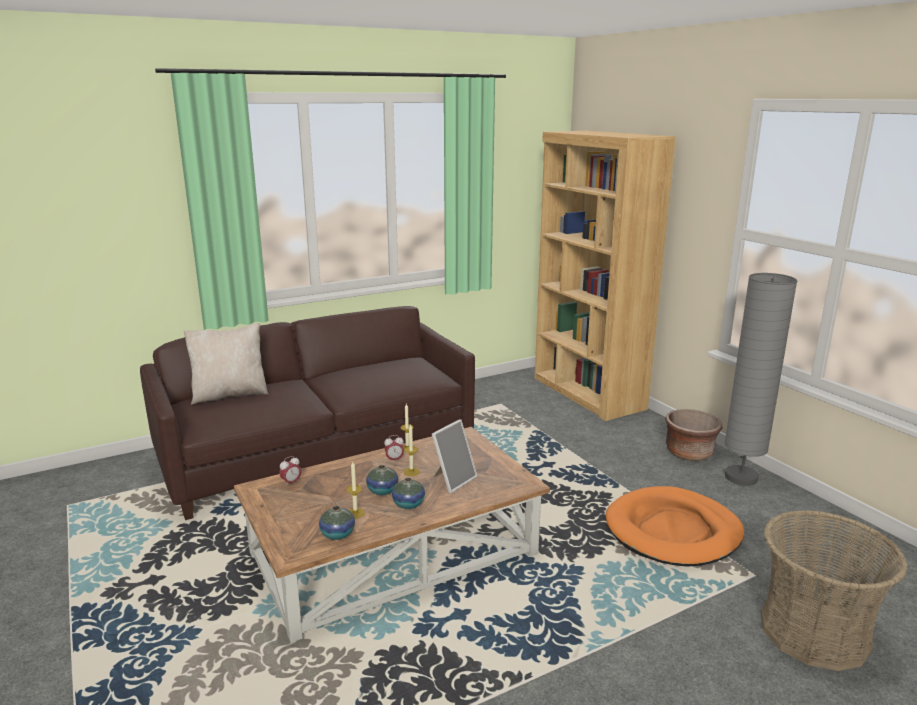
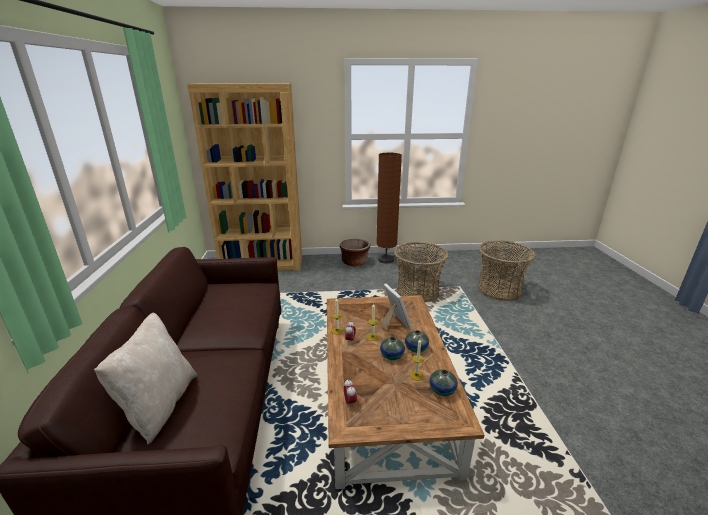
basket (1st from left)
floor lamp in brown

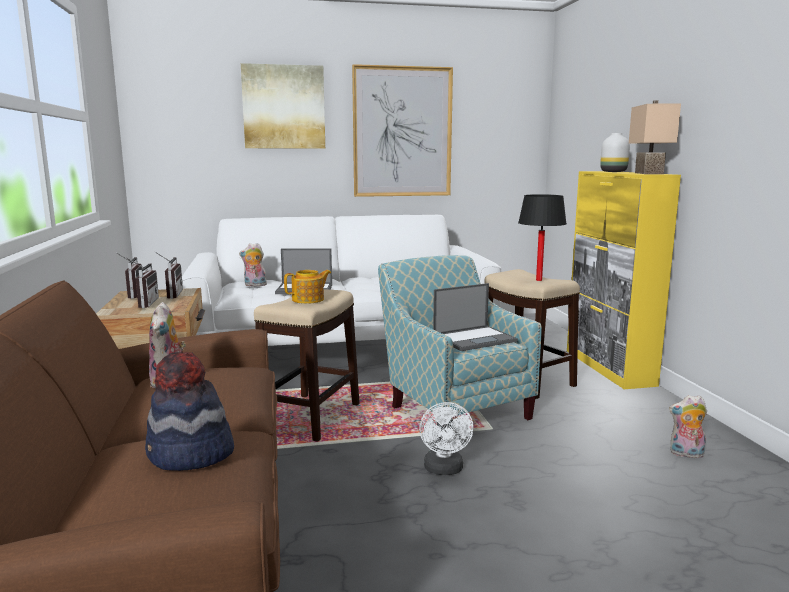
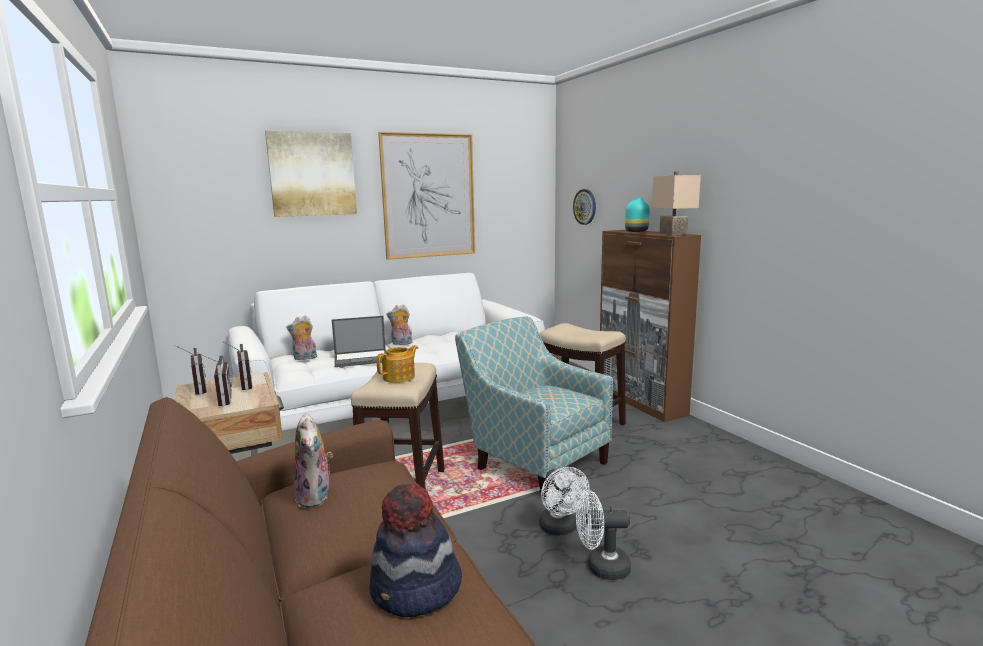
laptop (2nd from left in the first image)
table lamp in black
wall clock
fan in white (2nd from left)
plush toy (3rd from left)
cabinet in brown
vase in turquoise

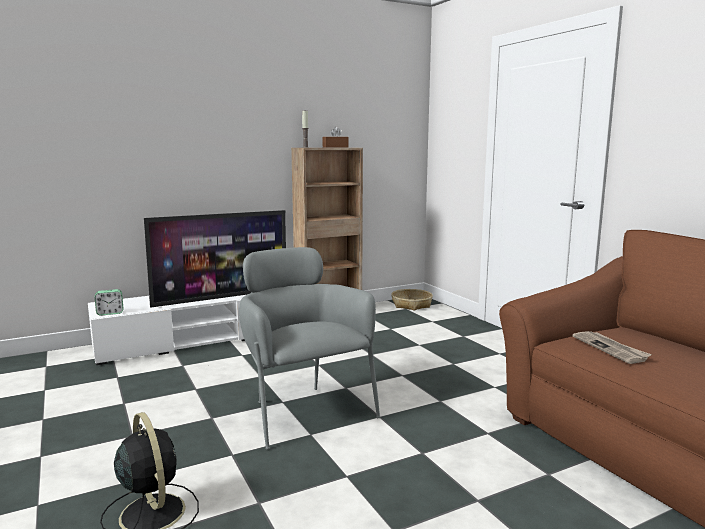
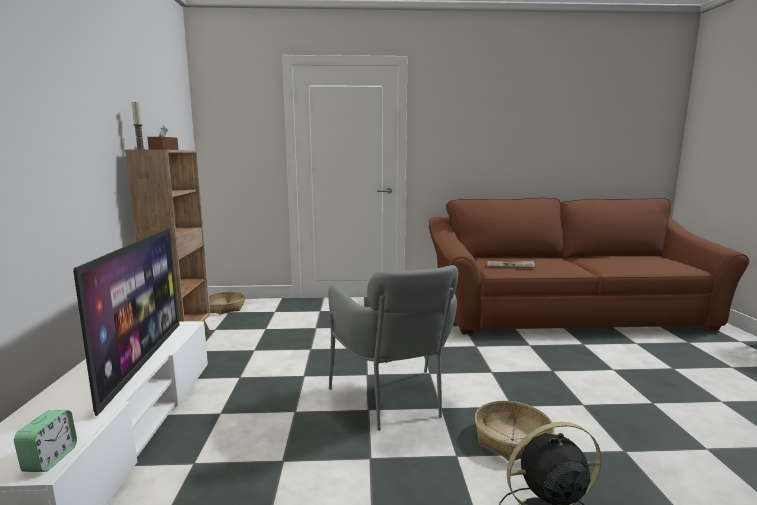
basket (2nd from left)
armchair in grey

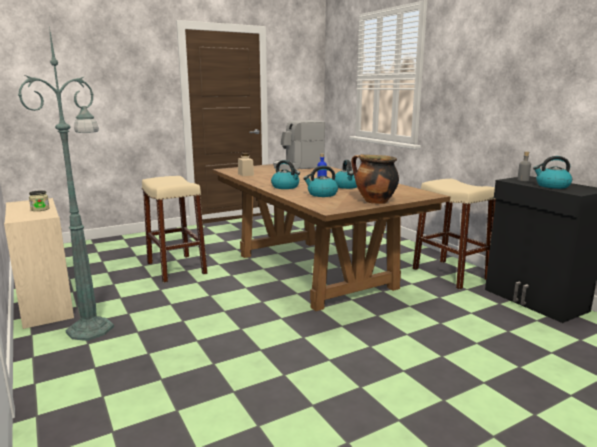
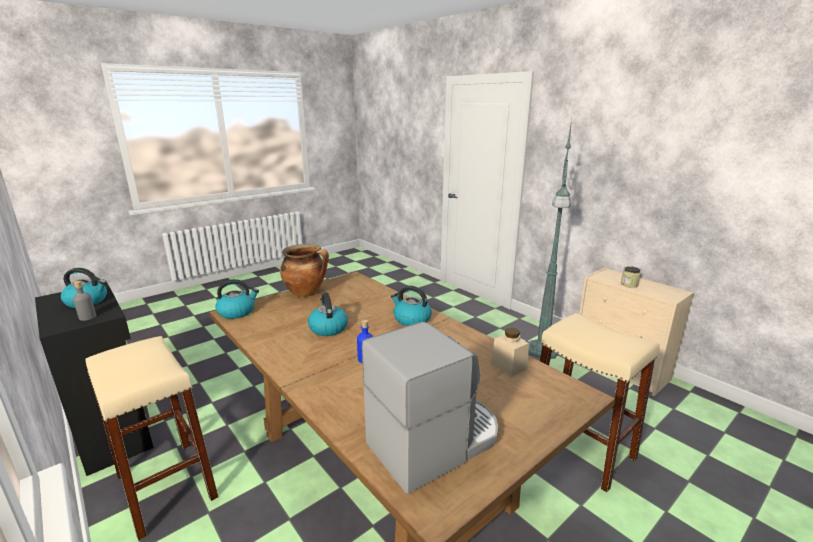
kettle (2nd from left)

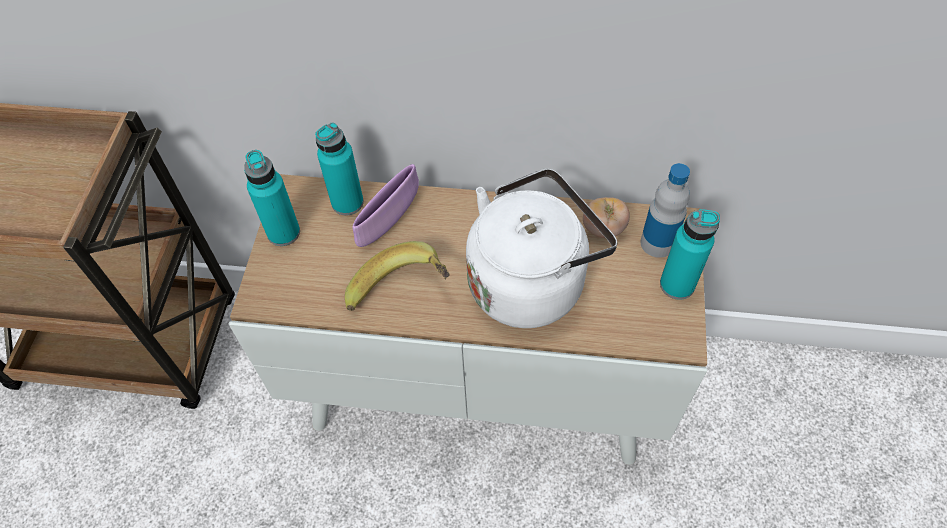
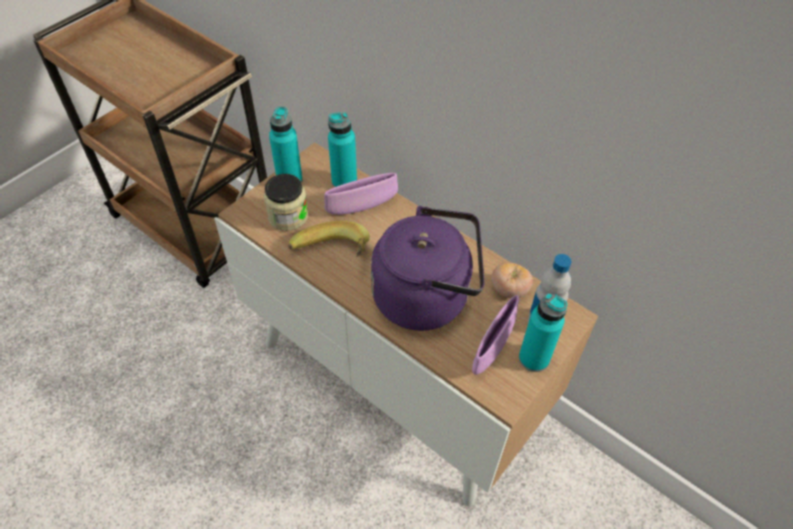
jar
bowl in purple (2nd from left)
kettle in purple

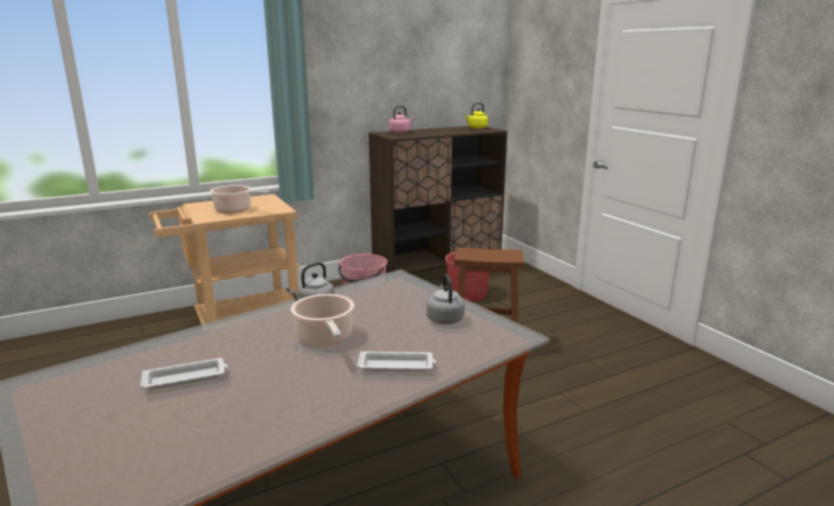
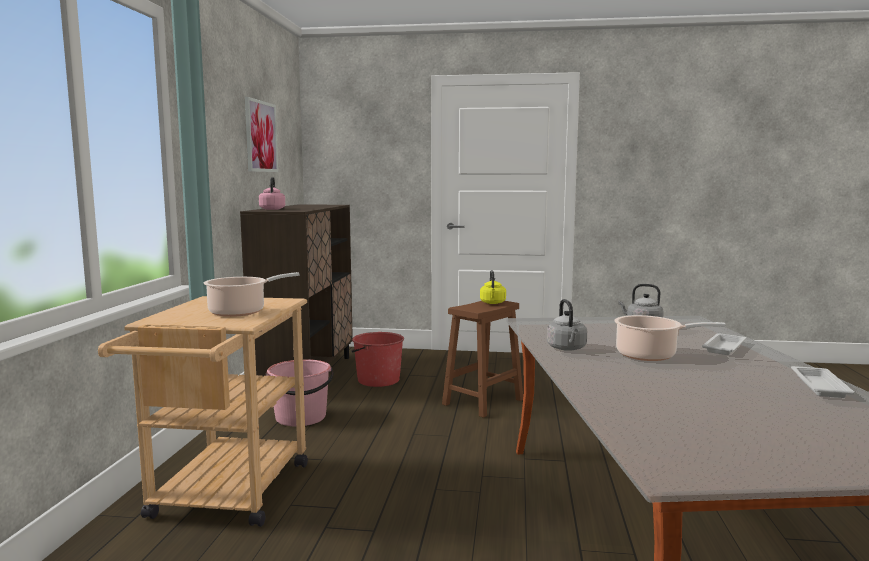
picture
tray in white (2nd from left)
kettle in yellow

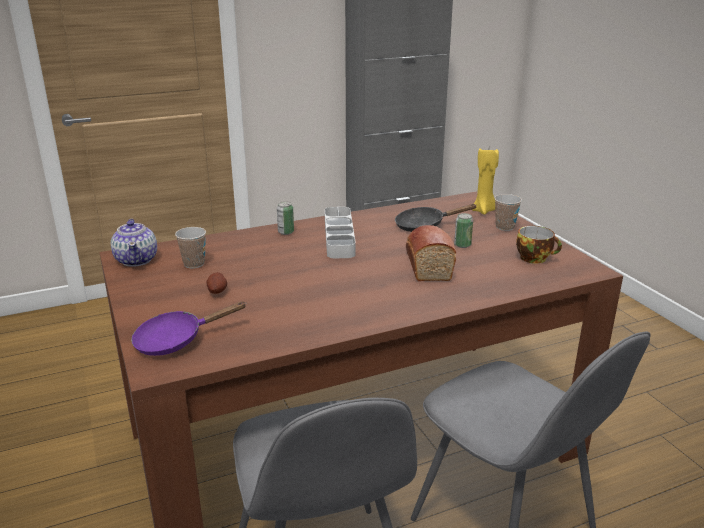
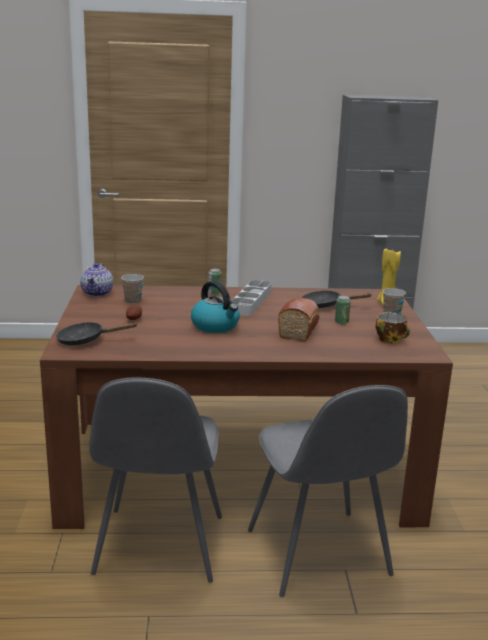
kettle
frying pan in black (1st from left)

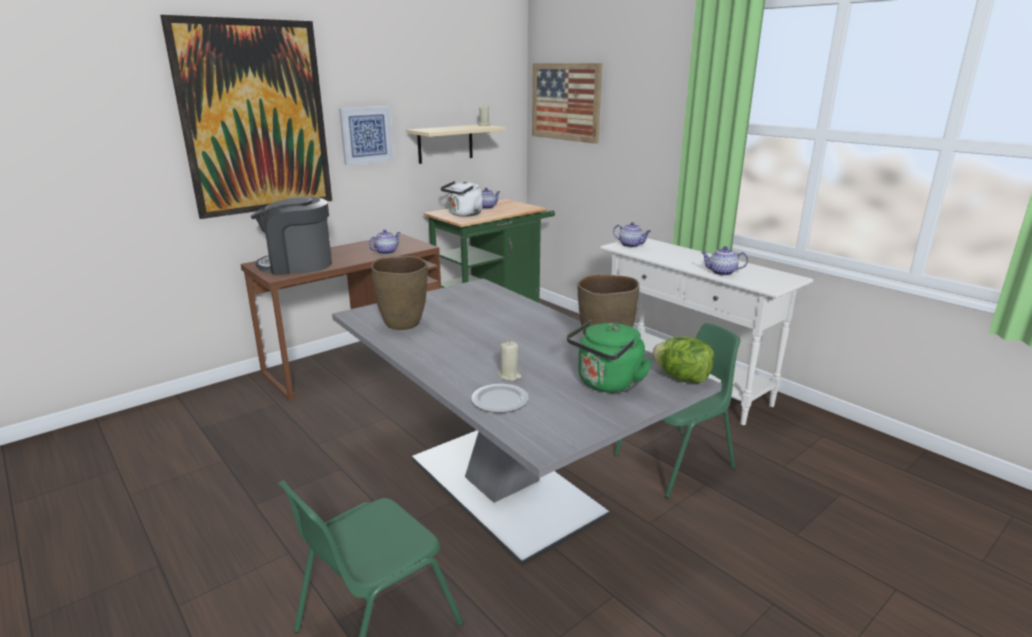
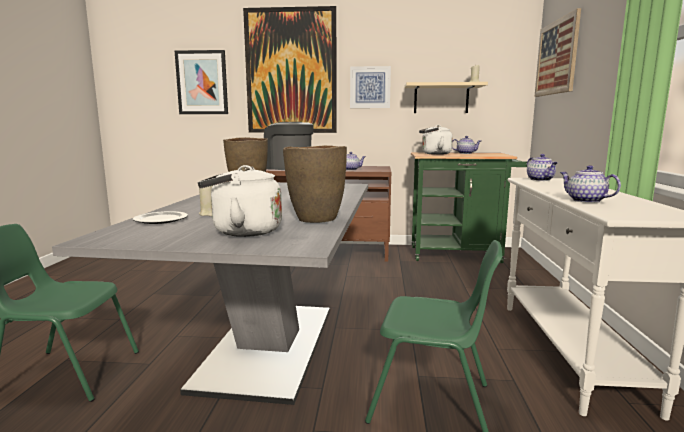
lettuce
picture (1st from left)
kettle in white (1st from left)

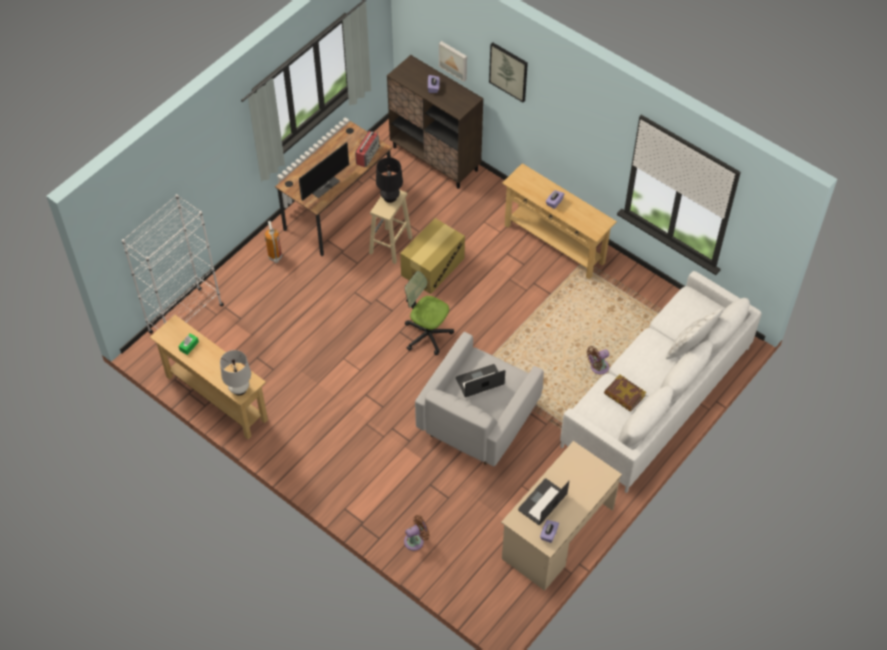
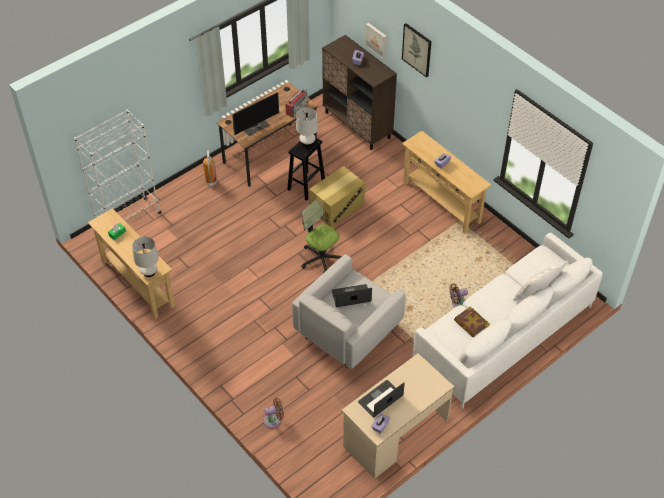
stool in black
table lamp in white (2nd from left)

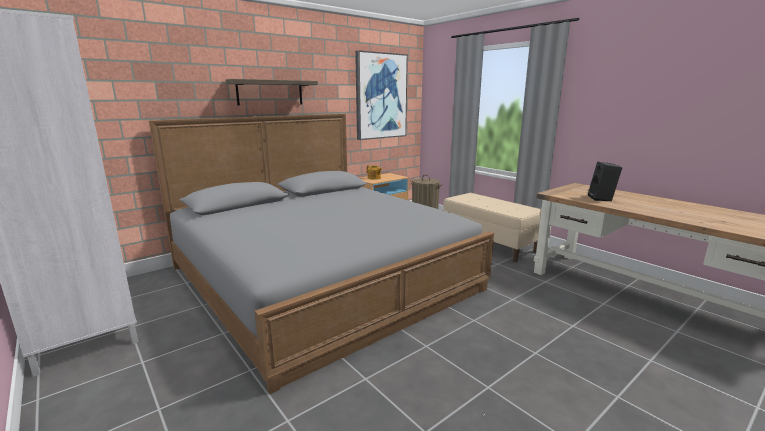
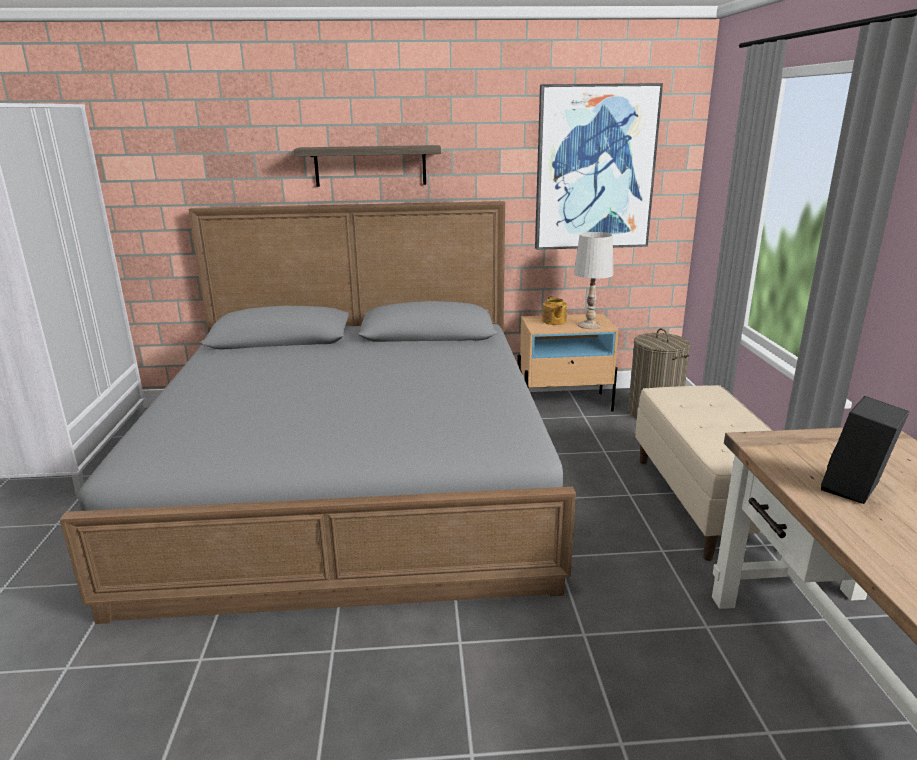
table lamp in white

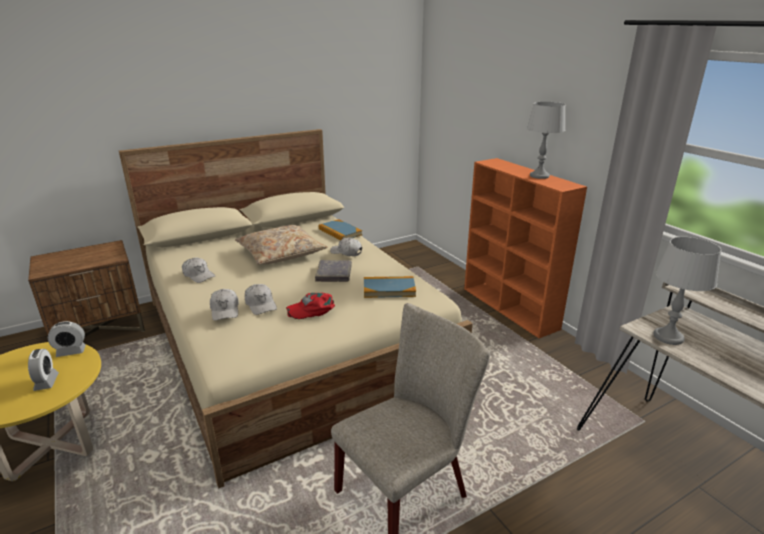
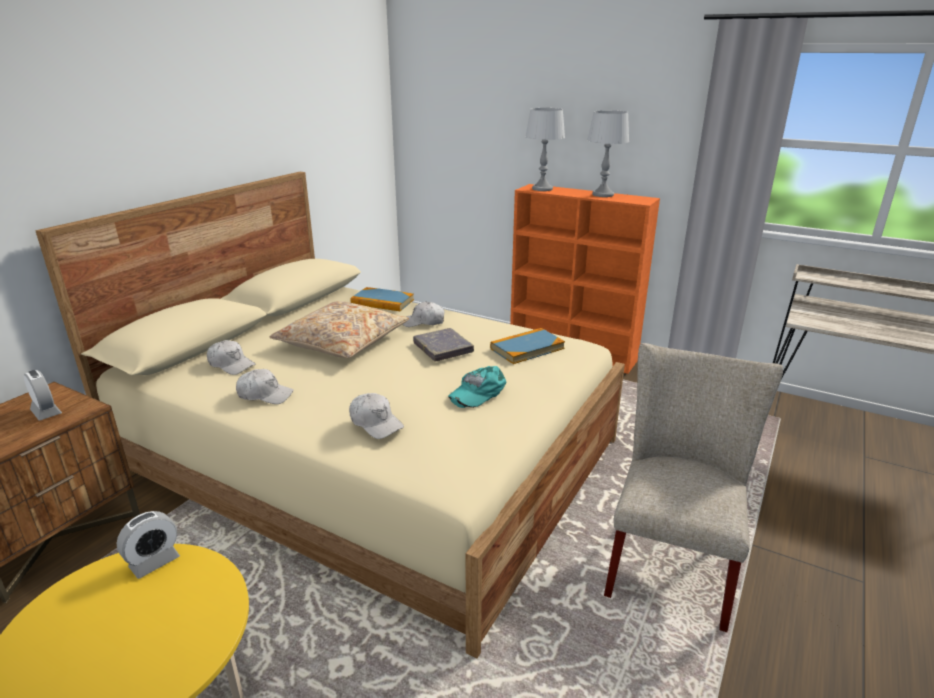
alarm clock (1st from left)
cap in white (1st from left)
table lamp in grey (1st from left)
cap in turquoise

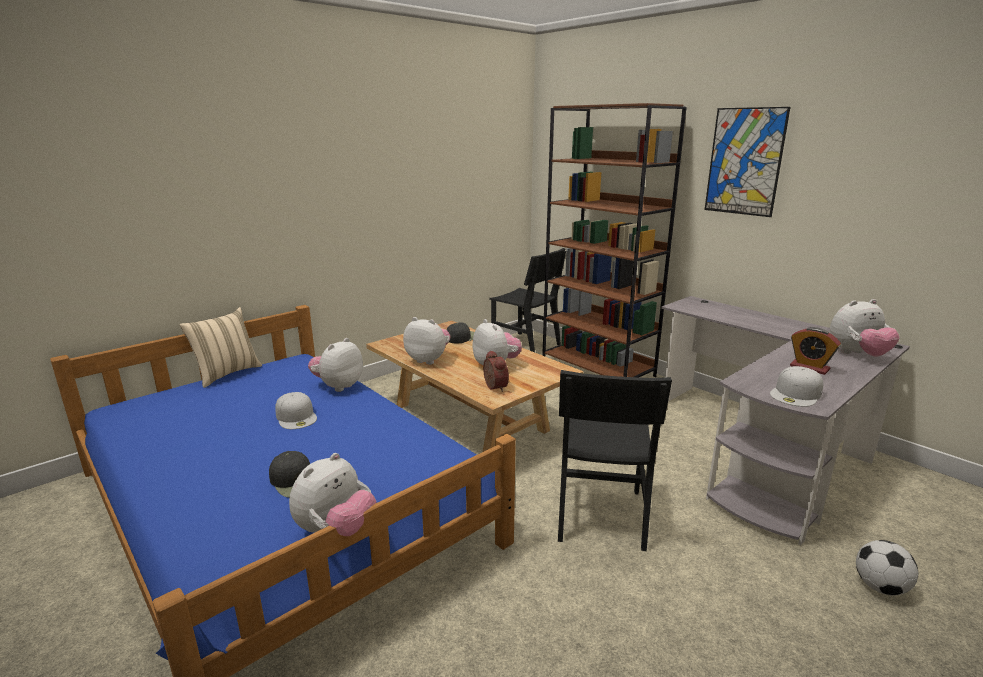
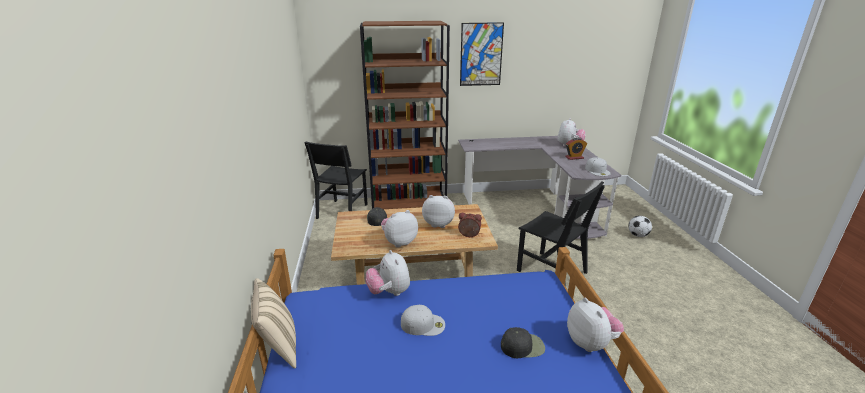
chair in black (1st from left)

